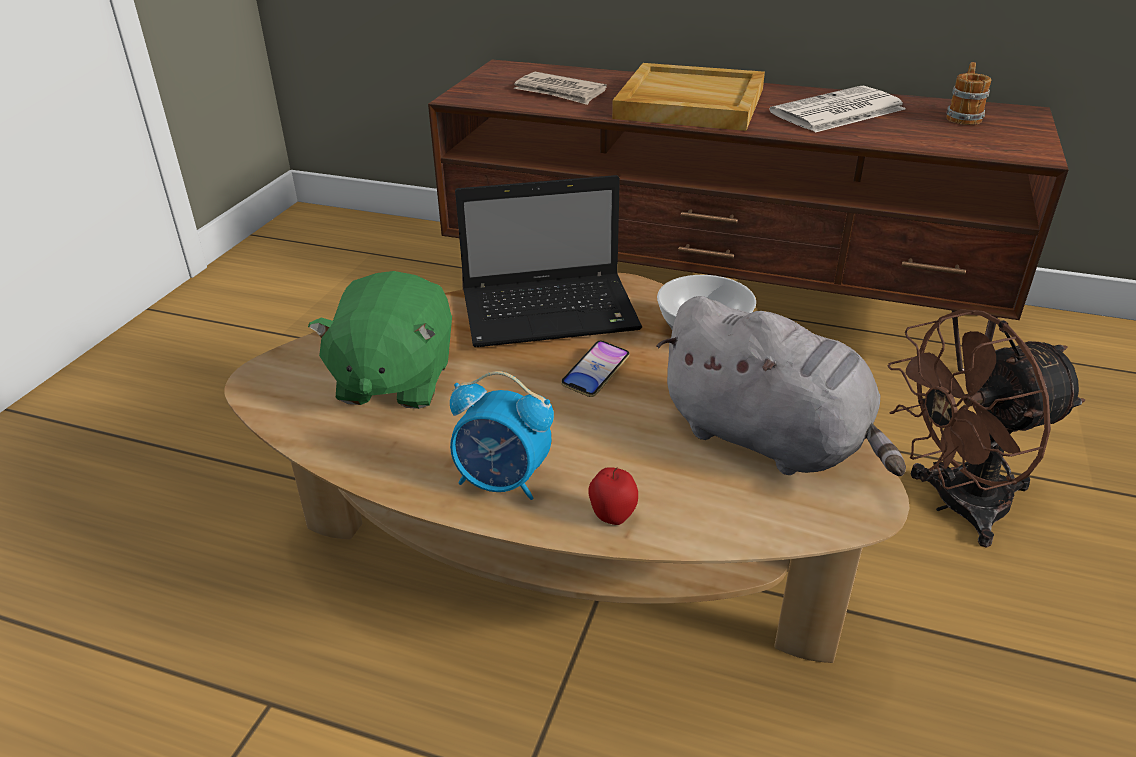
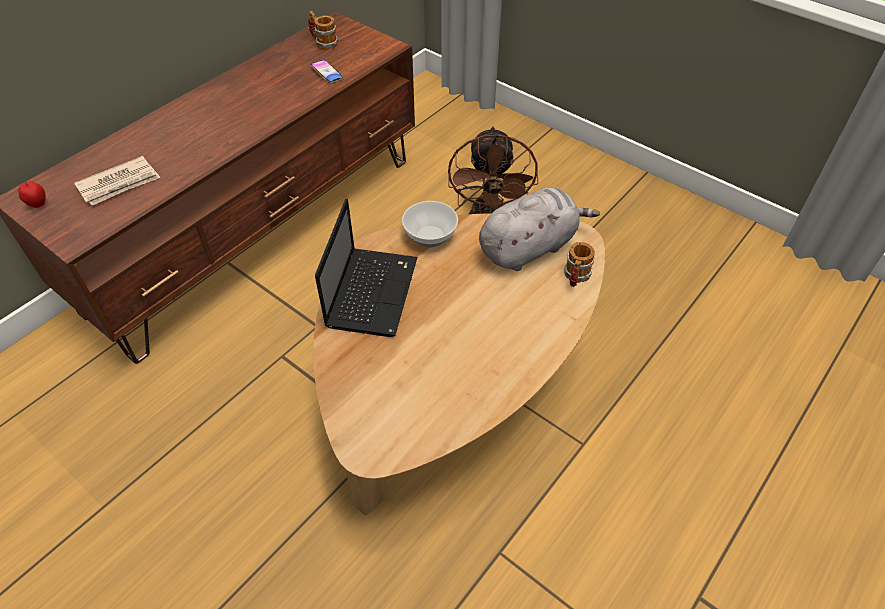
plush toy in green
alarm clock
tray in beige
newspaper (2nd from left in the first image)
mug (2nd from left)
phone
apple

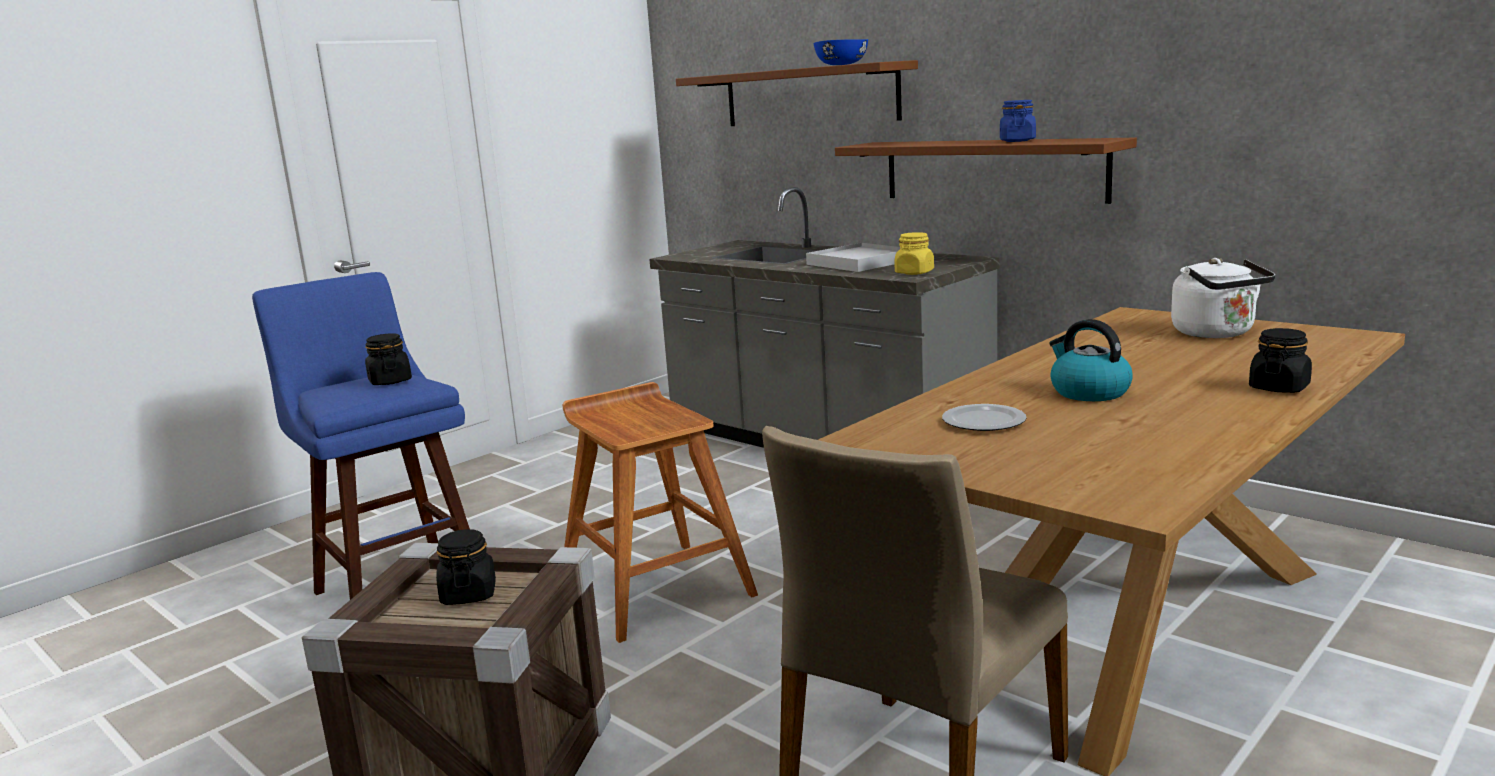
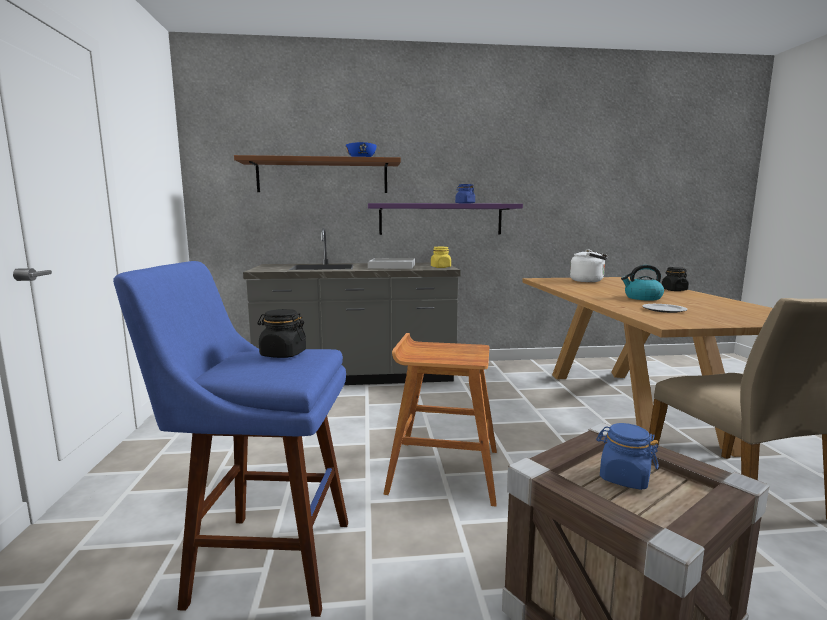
jar in blue (2nd from left)
shelf in purple

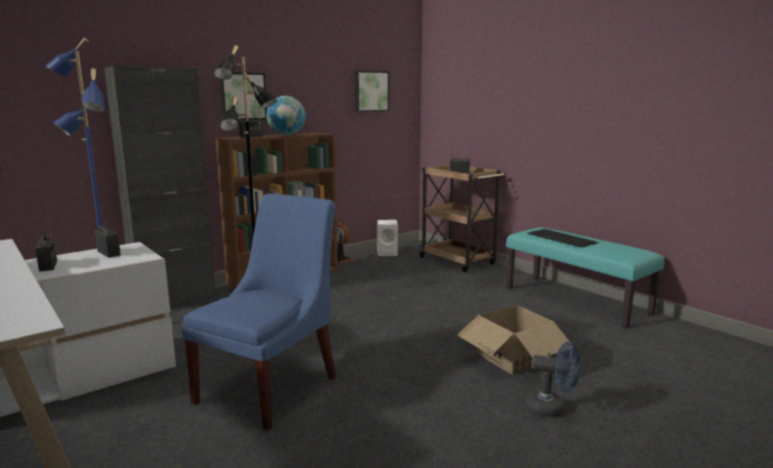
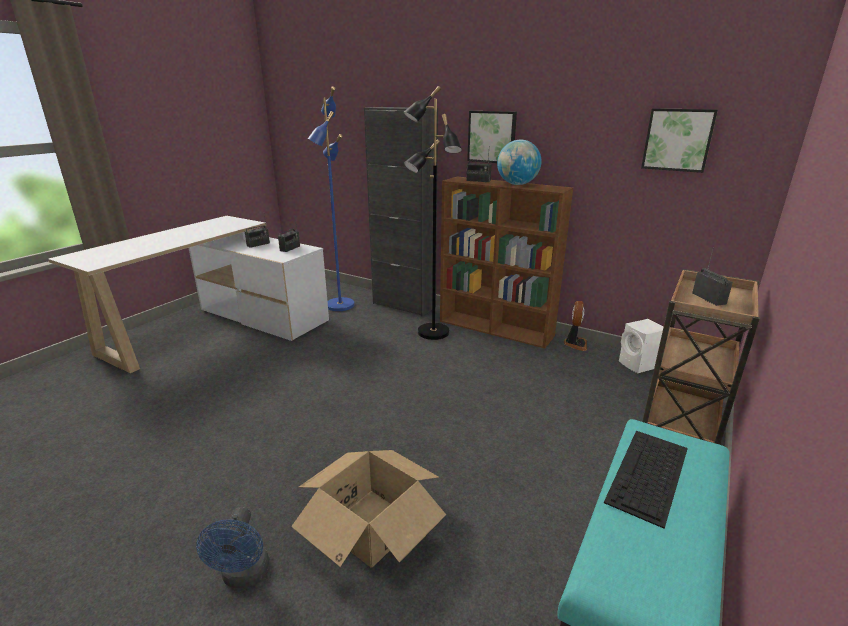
chair in blue

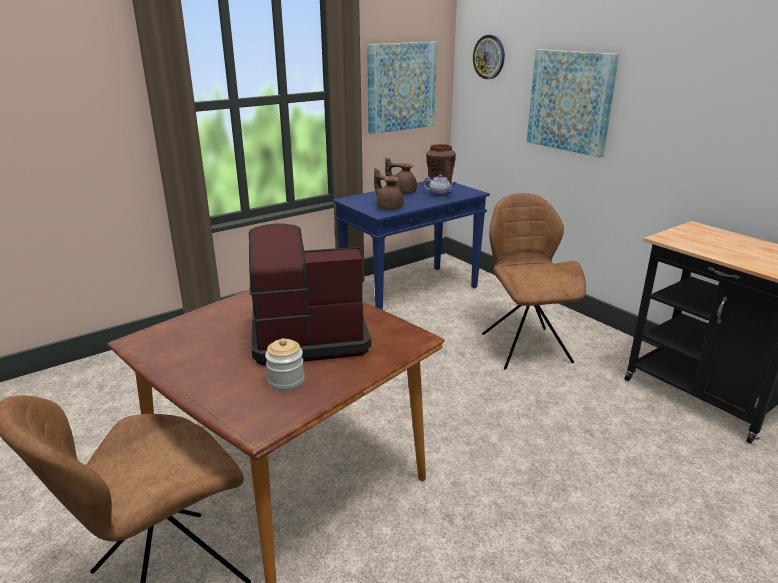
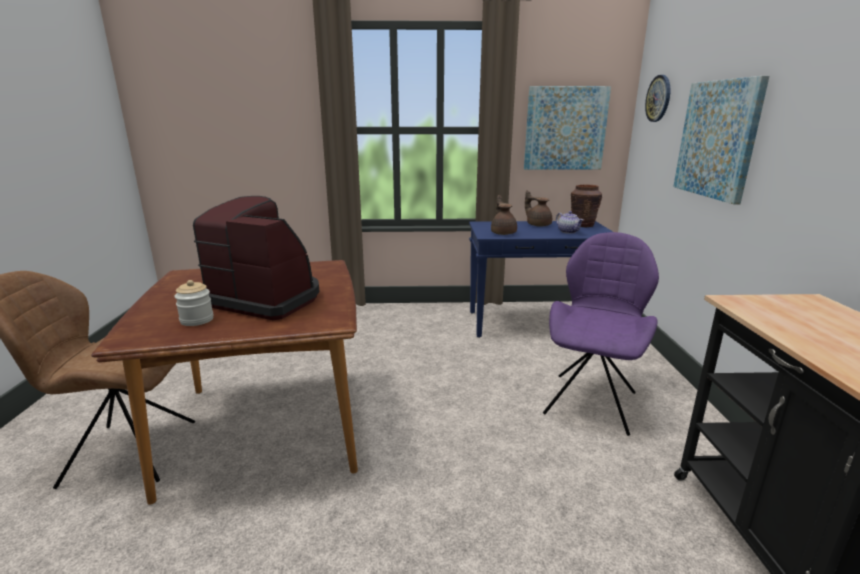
chair in purple

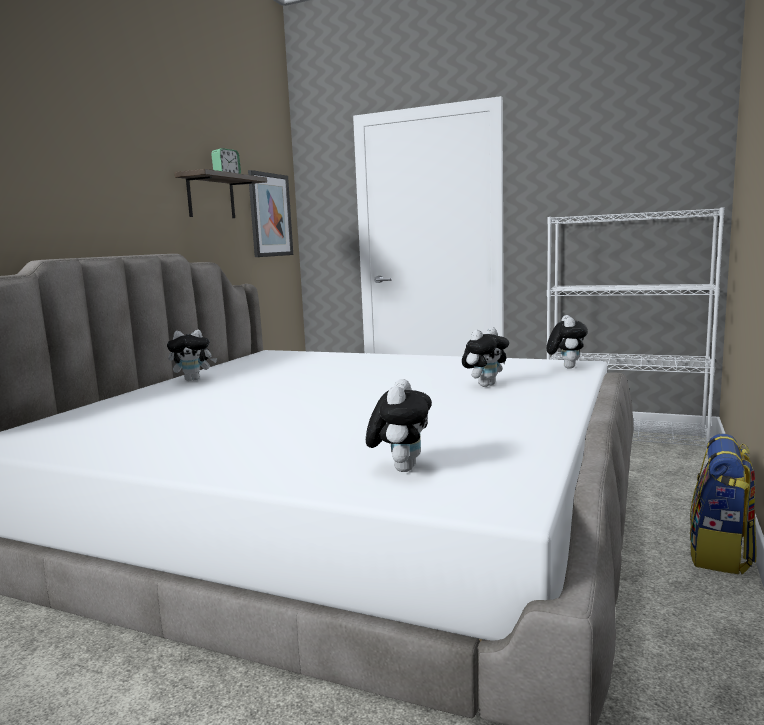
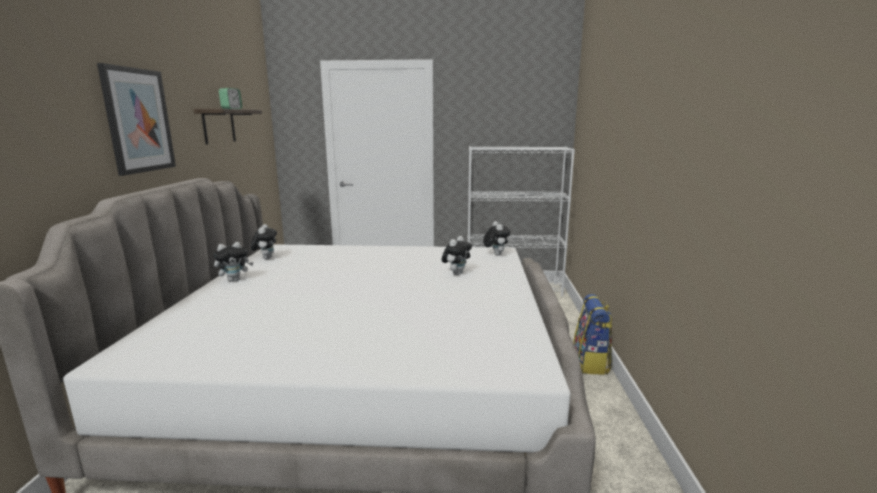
picture
plush toy (2nd from left)

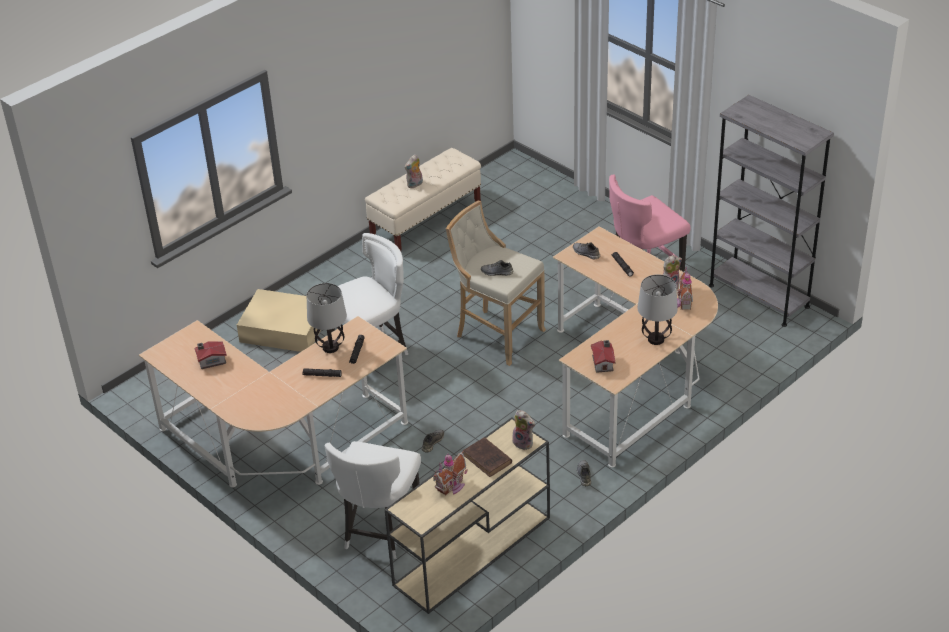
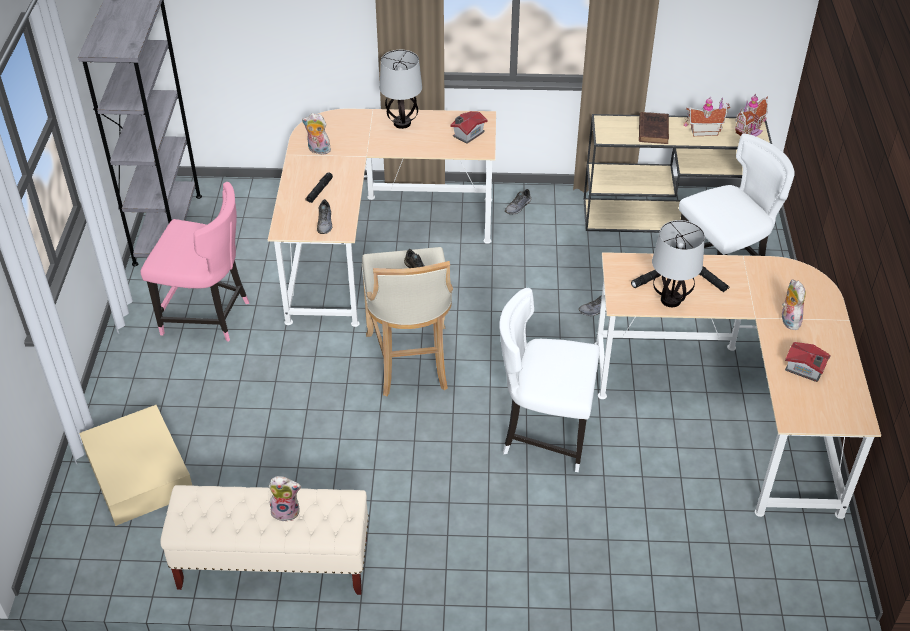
storage box in beige
plush toy (3rd from left)
toy house (3rd from left)

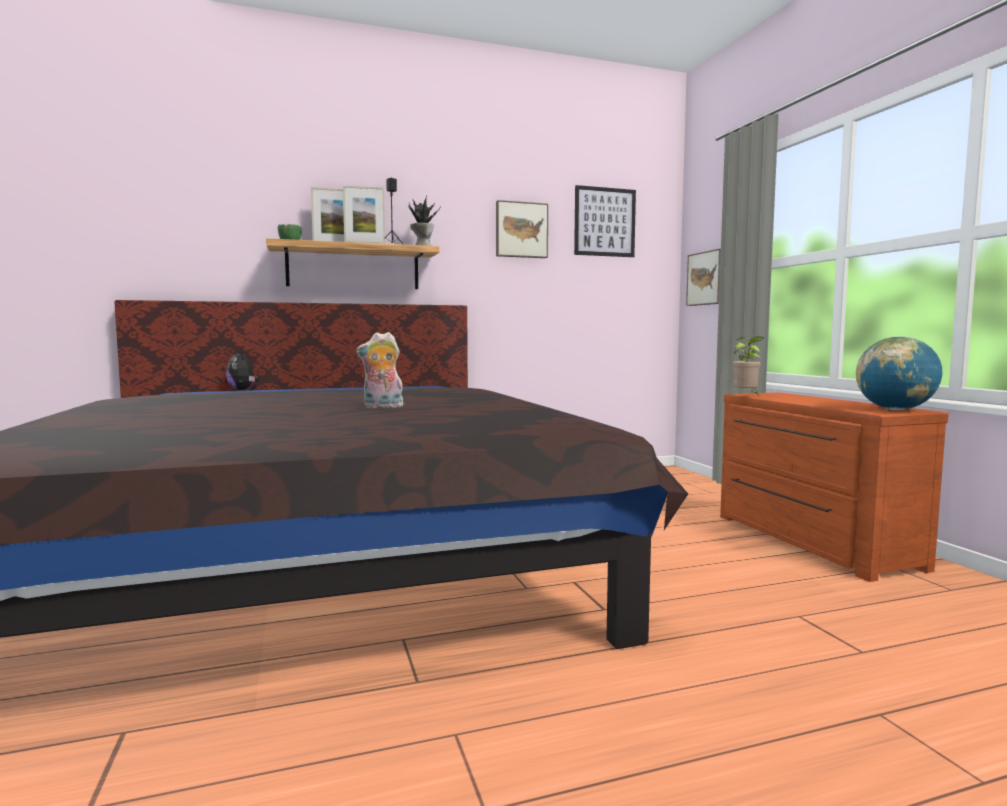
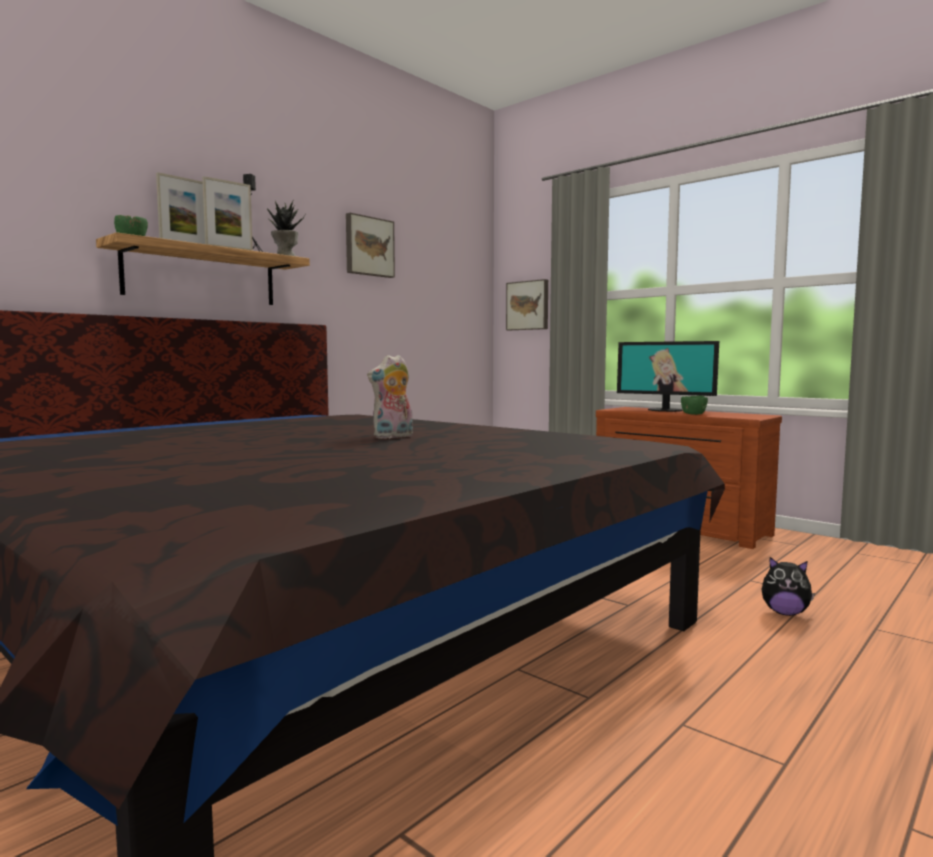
picture (2nd from left in the first image)
potted plant (2nd from left in the first image)
globe
monitor
bowl in green (2nd from left)
plush toy (2nd from left)

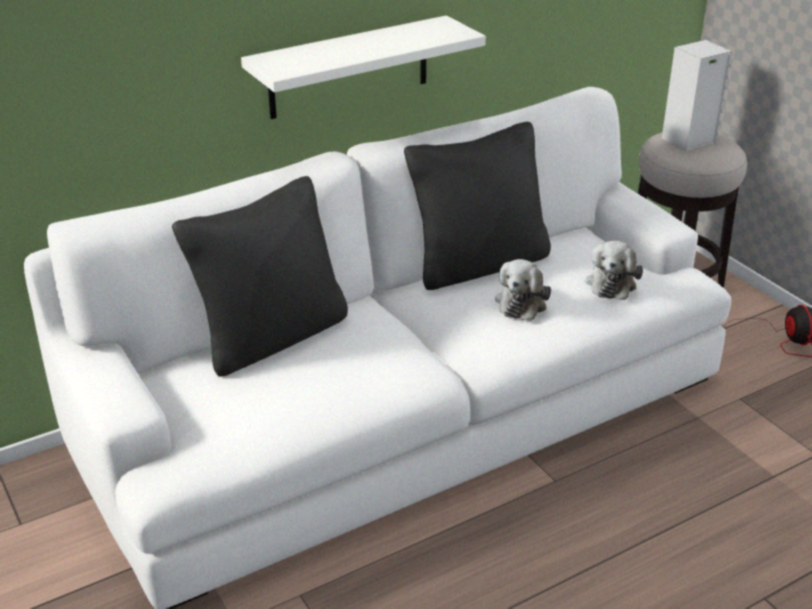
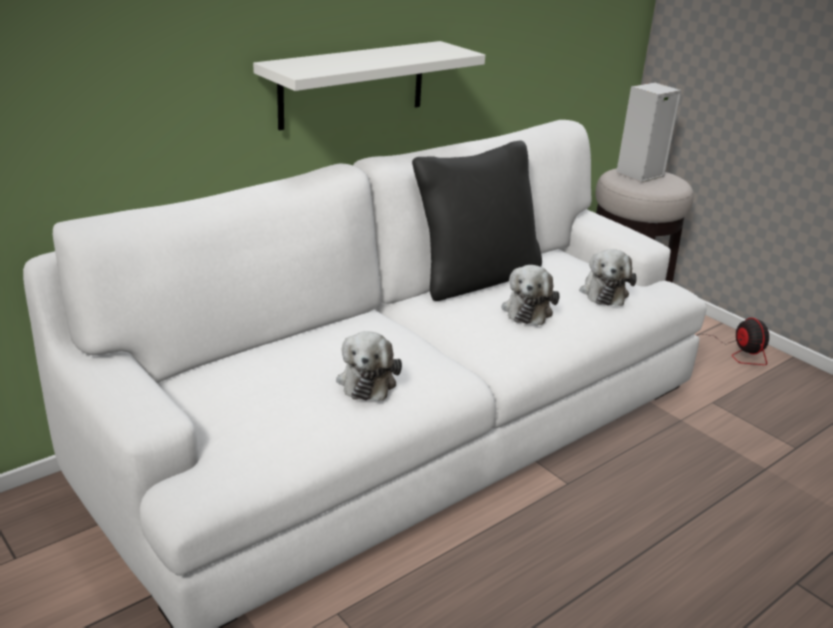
pillow in black (1st from left in the first image)
plush toy (1st from left)

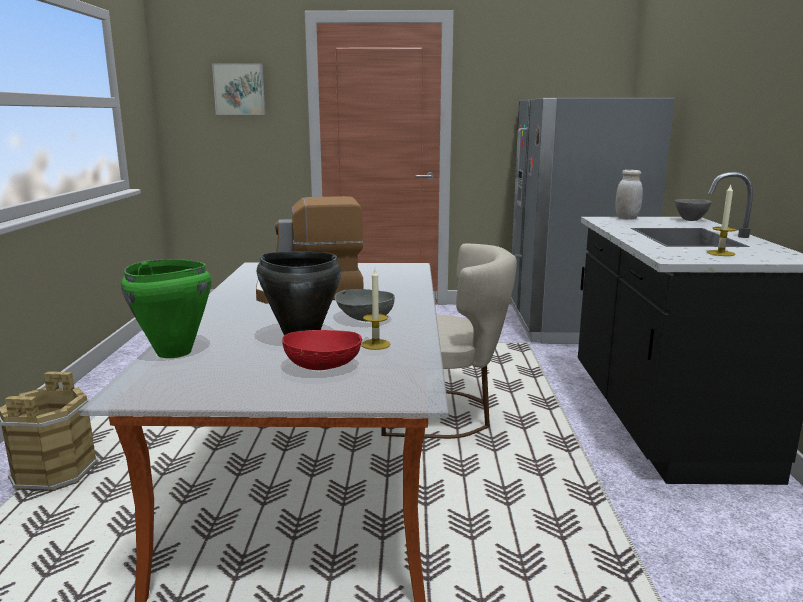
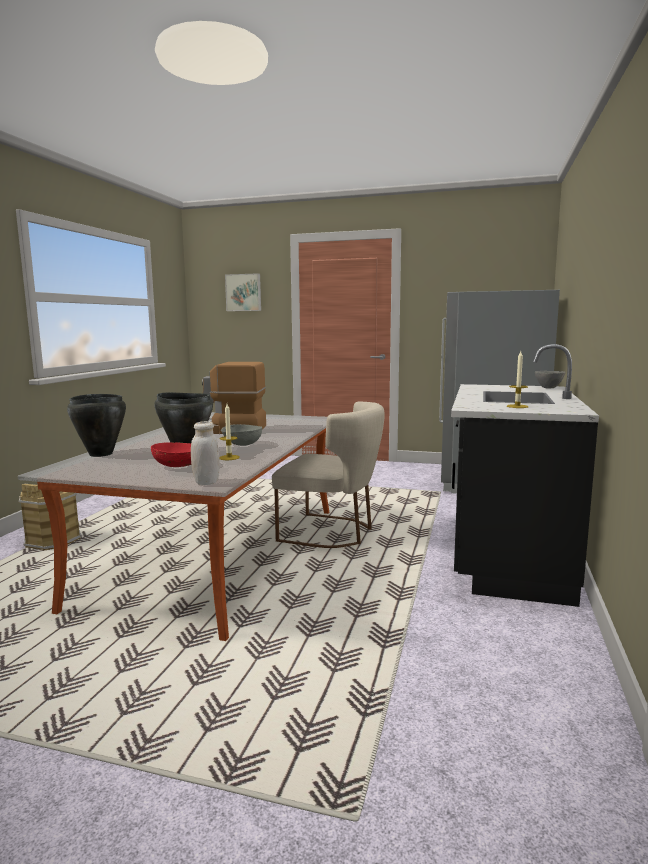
jar in white
cooking pot in black (1st from left)

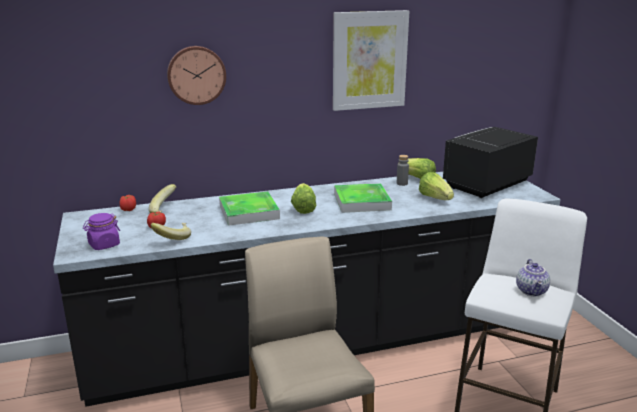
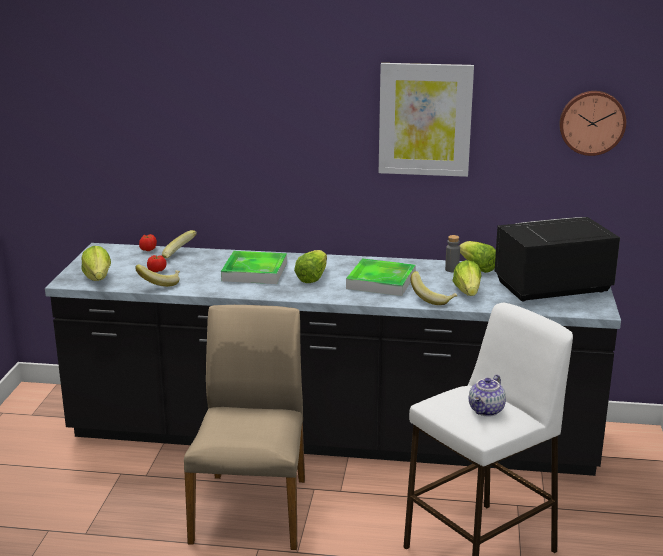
banana (3rd from left)
wall clock
lettuce (1st from left)

